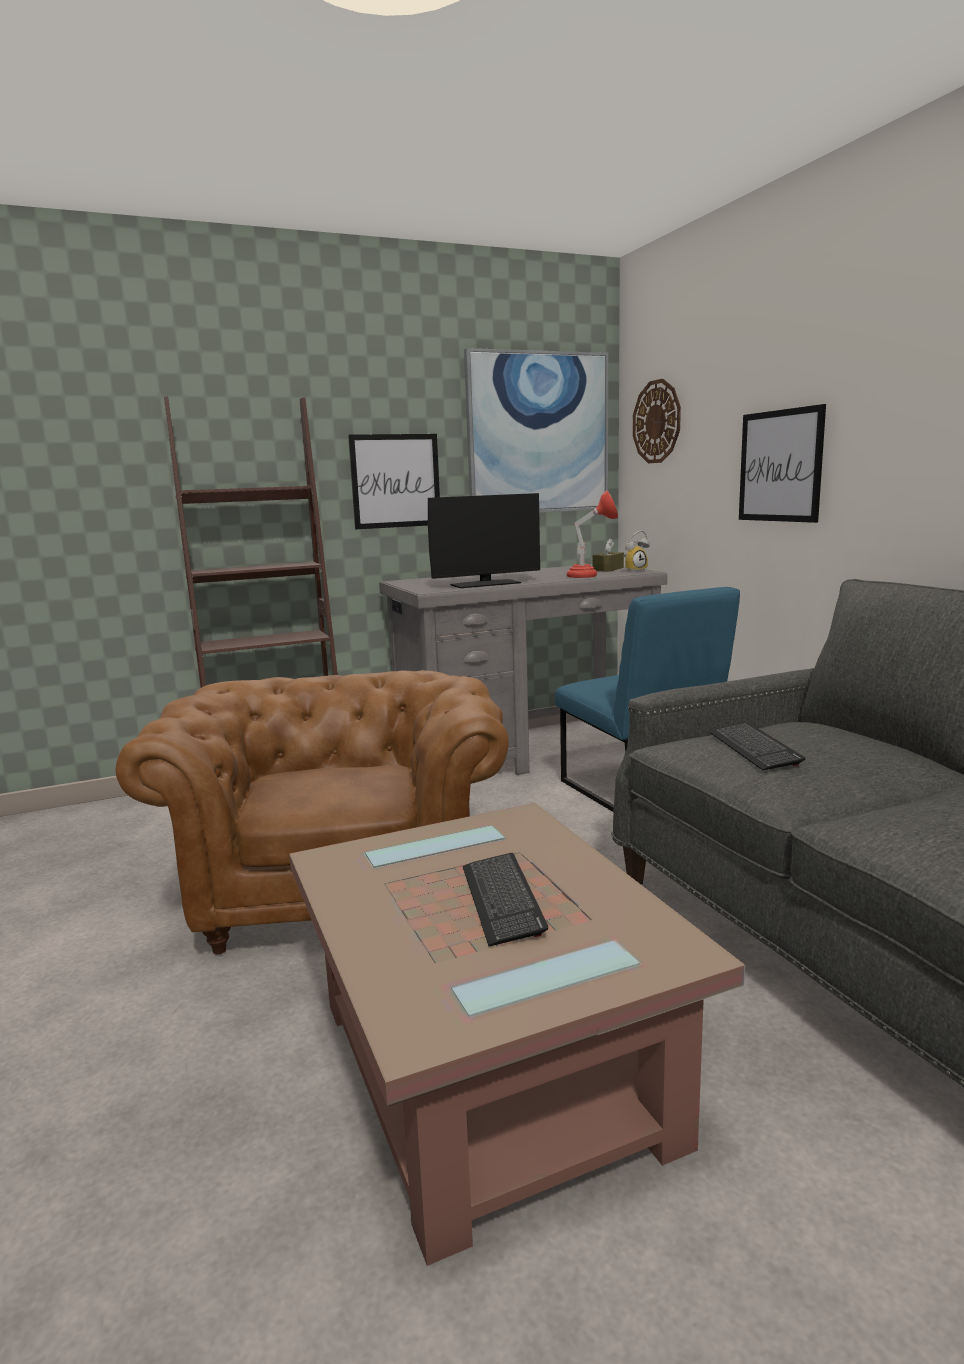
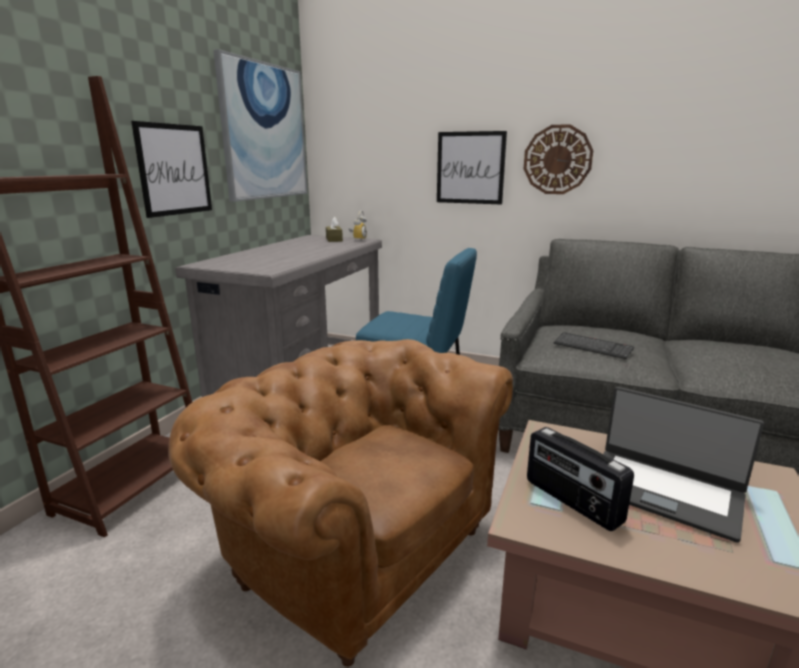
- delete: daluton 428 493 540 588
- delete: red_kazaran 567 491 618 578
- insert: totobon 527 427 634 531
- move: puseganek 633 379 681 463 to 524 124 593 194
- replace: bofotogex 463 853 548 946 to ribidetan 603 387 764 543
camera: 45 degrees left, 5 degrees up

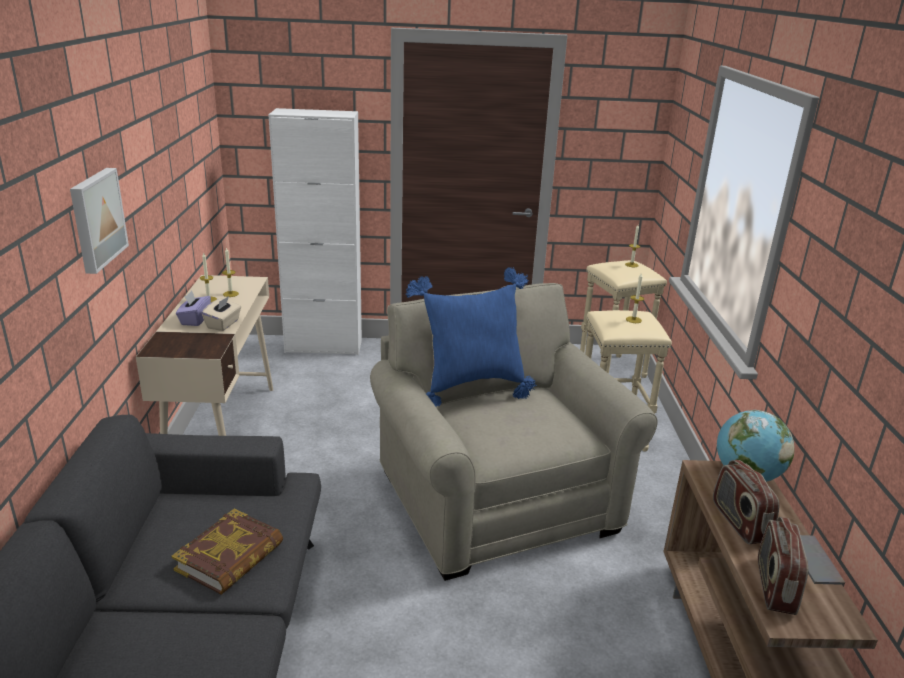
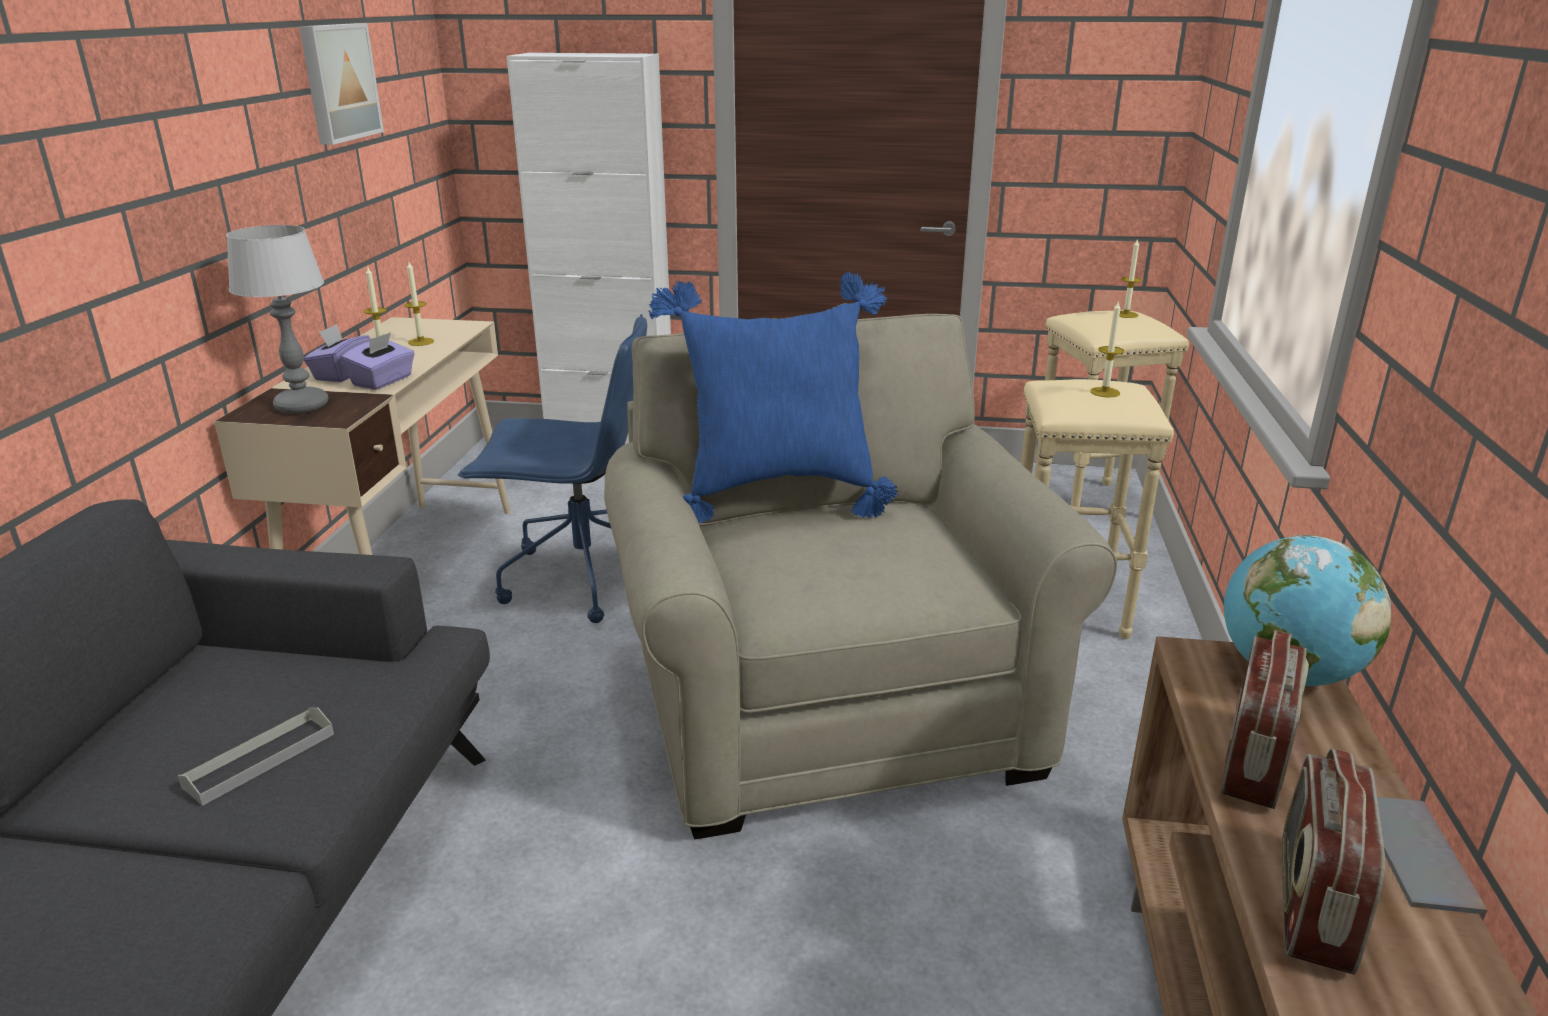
- insert: kazaran 226 225 329 414
- insert: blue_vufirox 458 314 647 623
- move: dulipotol 70 168 129 274 to 299 23 384 145
- replace: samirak 171 509 283 595 to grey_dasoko 177 708 334 806
- recolor: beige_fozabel 202 296 241 331 to purple_fozabel 341 332 415 390
- rotate: totobon 713 460 780 544 = 1220 630 1309 809 150 degrees counterclockwise
camera: 10 degrees right, 0 degrees up

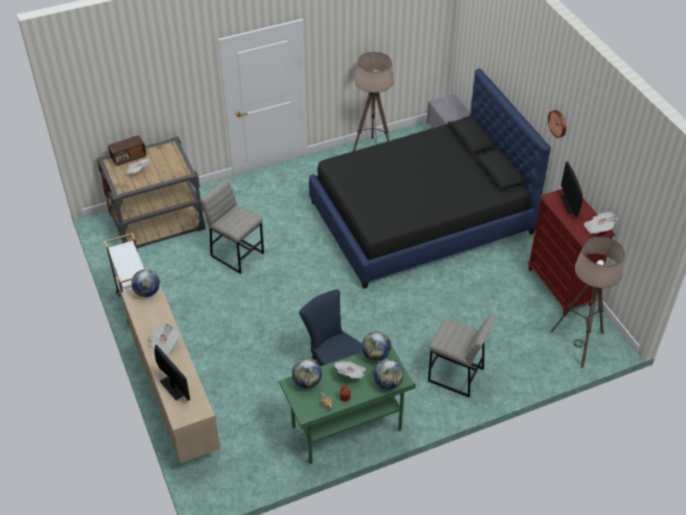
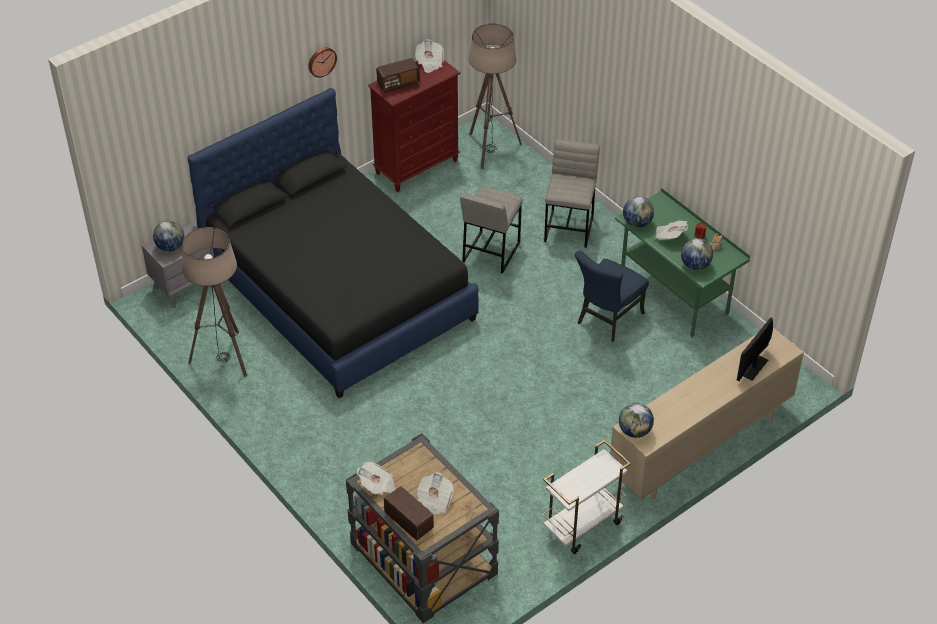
- move: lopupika 150 323 179 357 to 357 462 396 495
- move: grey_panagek 200 180 264 274 to 460 187 523 274
- move: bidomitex 373 359 404 389 to 153 221 184 252
- replace: daluton 560 161 583 217 to totobon 376 58 420 92
camera: 105 degrees left, 0 degrees up

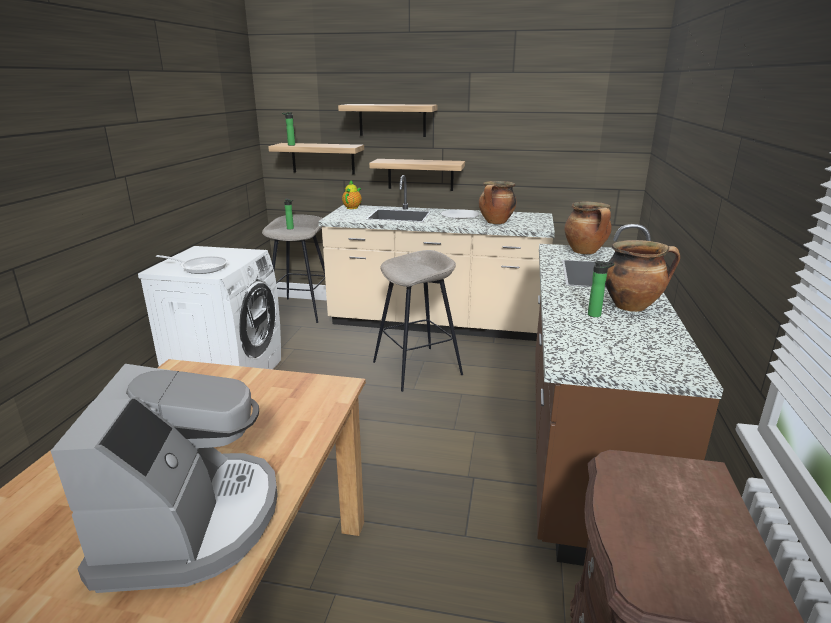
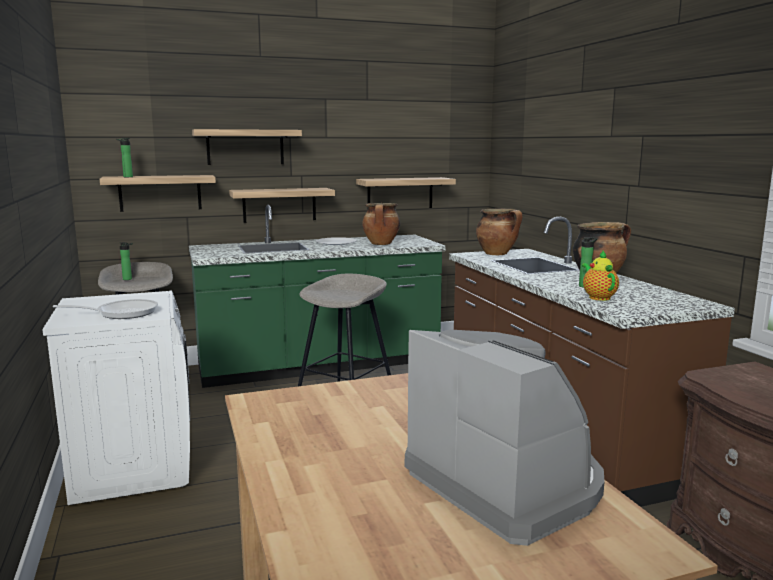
- insert: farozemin 356 177 456 208
- move: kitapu 342 180 362 209 to 582 251 619 301
- recolor: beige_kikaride 318 175 555 341 to green_kikaride 189 205 446 388
camera: 30 degrees left, 10 degrees down

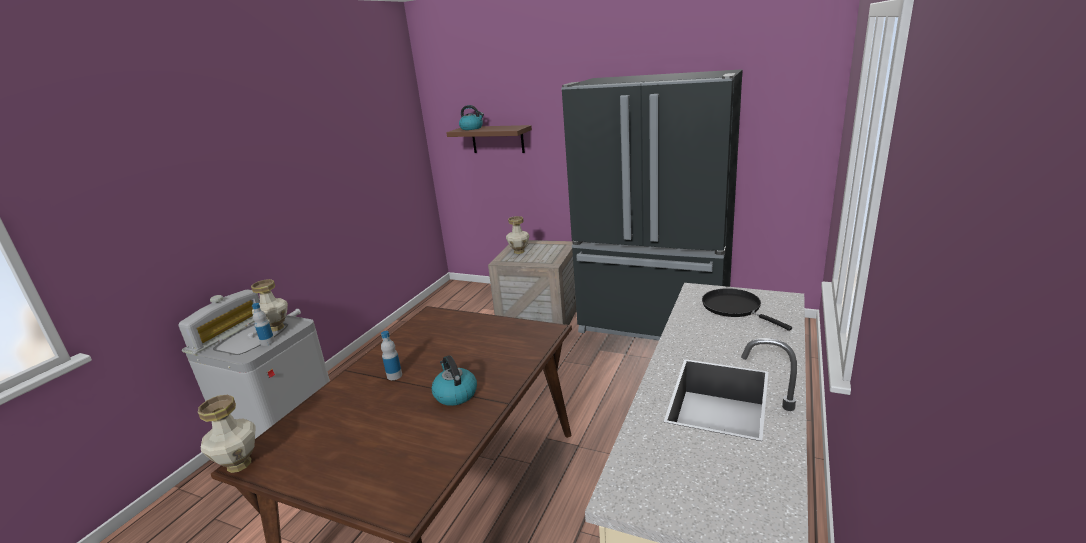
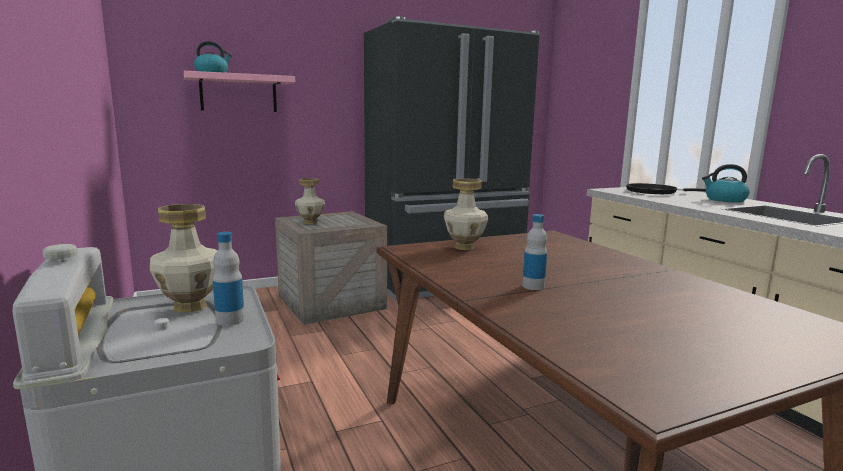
- move: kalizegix 198 394 256 473 to 444 178 488 250
- move: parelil 431 355 477 406 to 702 164 750 203
- recolor: brown_farozemin 446 125 532 153 to pink_farozemin 184 71 295 112
camera: 50 degrees left, 10 degrees down

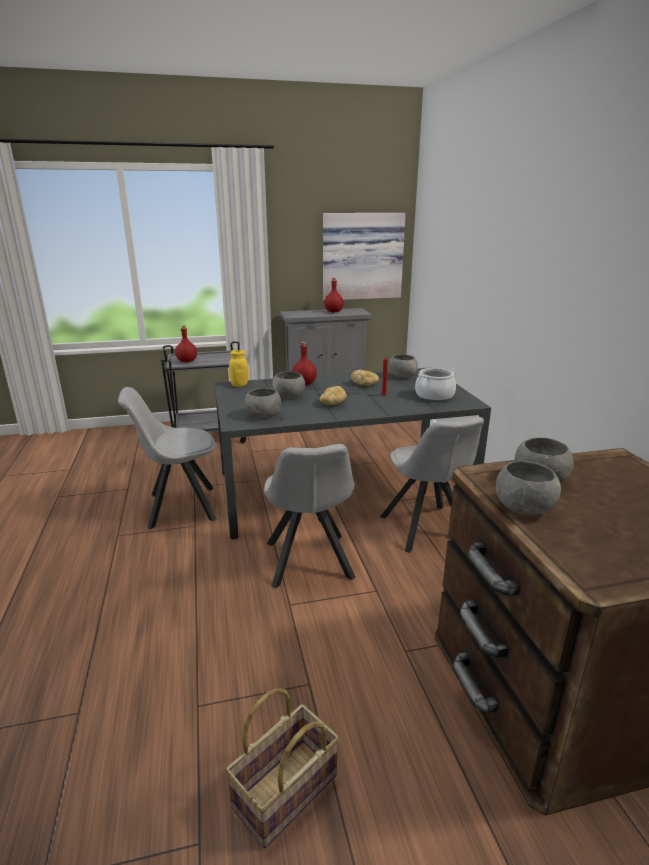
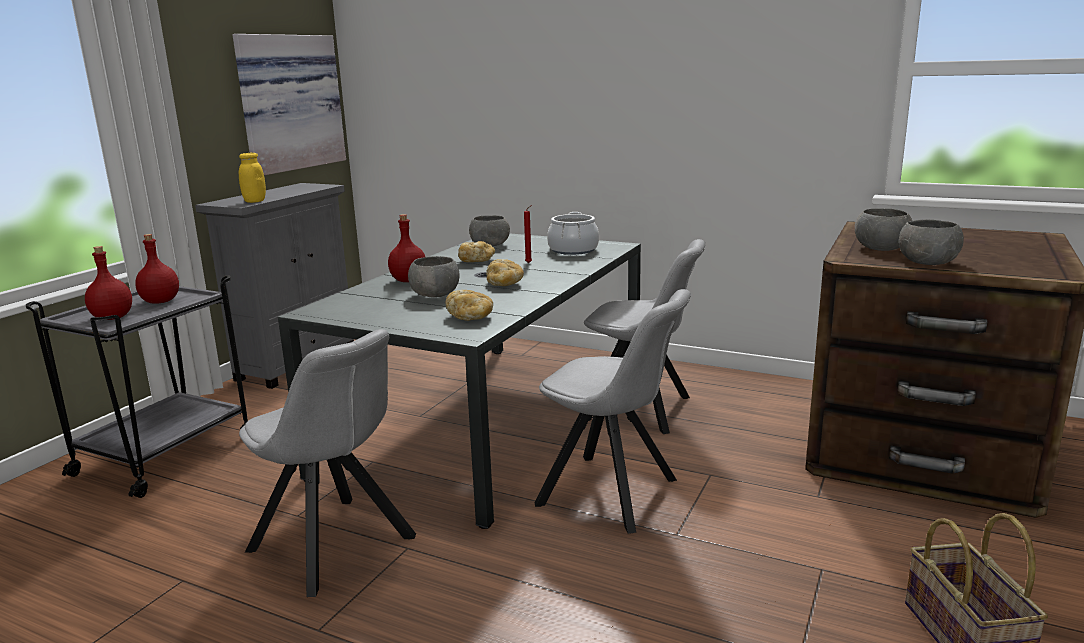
- move: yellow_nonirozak 229 350 249 387 to 239 153 266 203
- move: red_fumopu 324 278 344 312 to 135 234 179 304
- replace: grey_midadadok 245 388 281 418 to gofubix 446 290 493 321
- rotate: grey_panagek 118 387 217 529 = 239 329 416 597 75 degrees counterclockwise
camera: 50 degrees left, 5 degrees down

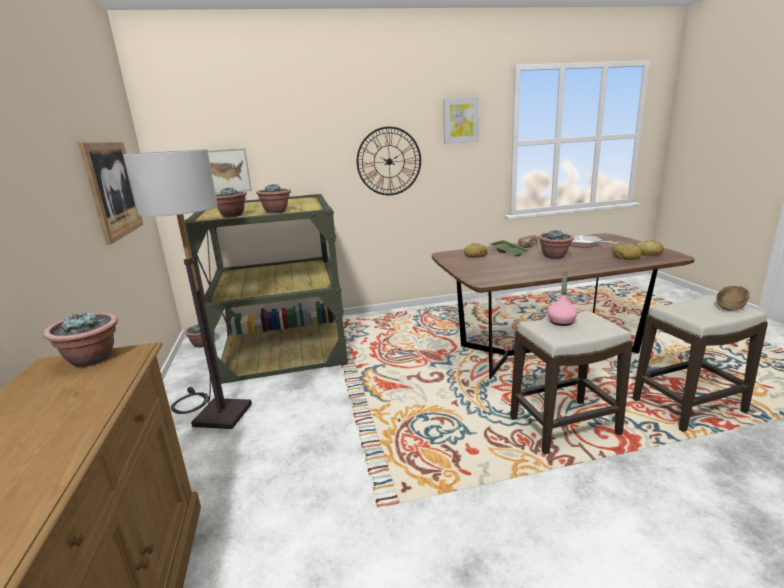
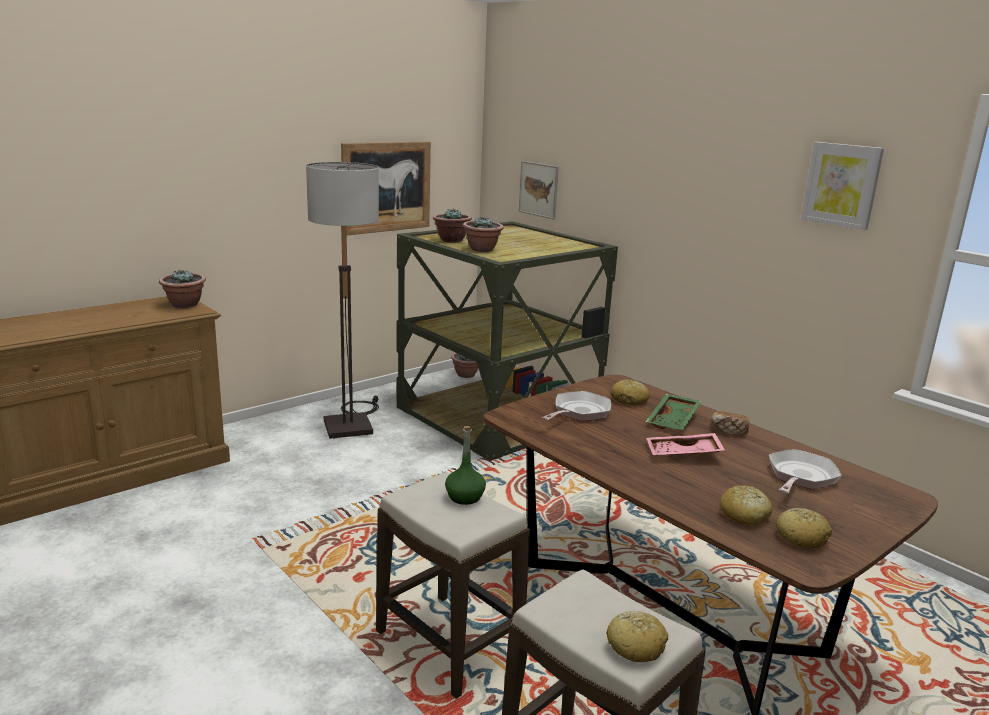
- delete: puseganek 357 127 421 195
- insert: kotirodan 542 391 611 421
- replace: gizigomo 538 229 574 259 to pink_dasoko 646 433 725 456
- replace: brown_midadadok 716 286 750 311 to gofubix 606 611 668 662
- recolor: pink_fumopu 547 269 578 326 to green_fumopu 445 426 486 505
camera: 60 degrees right, 0 degrees up

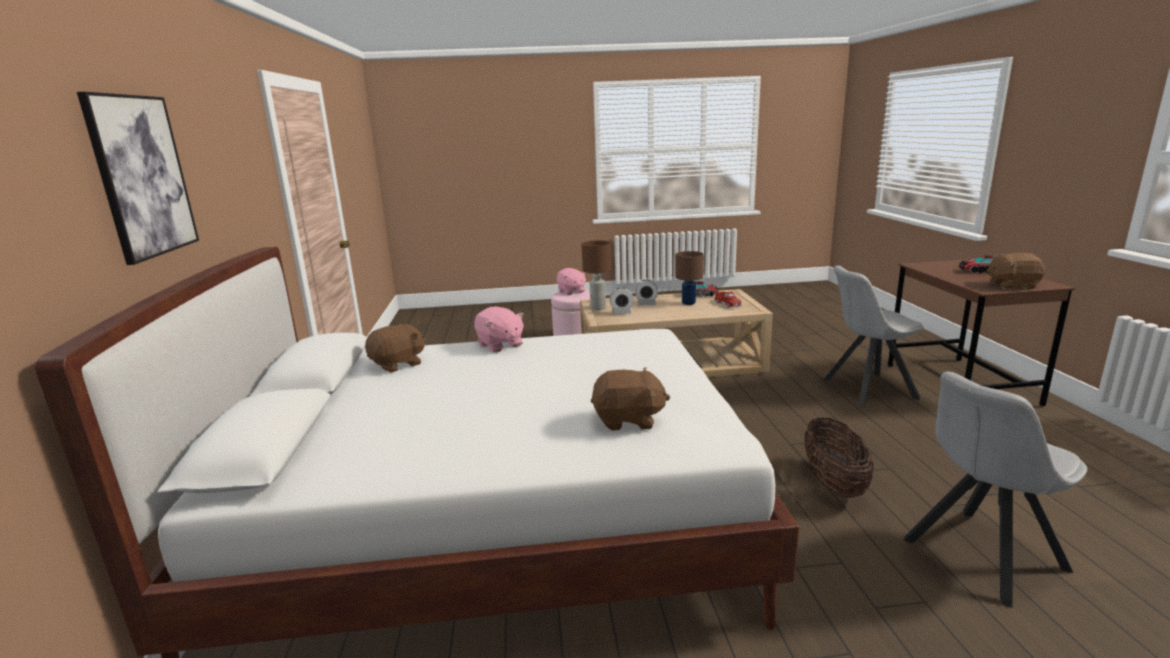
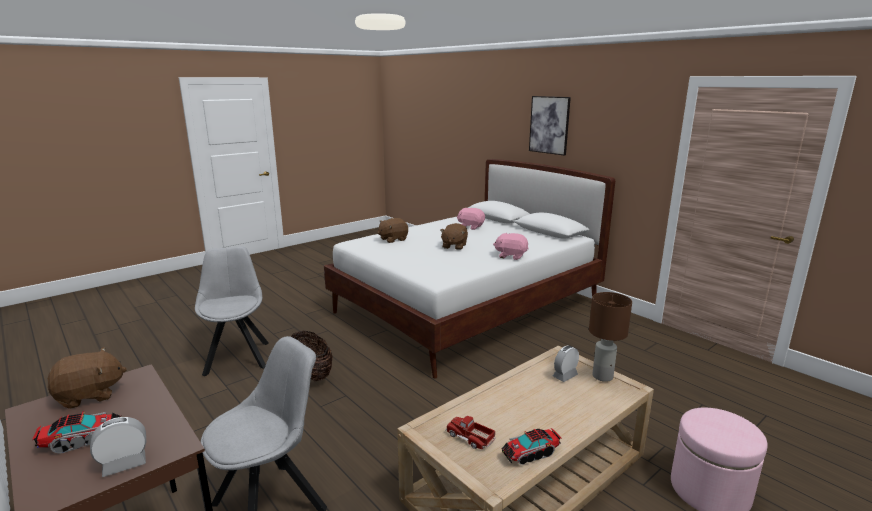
- delete: brown_kazaran 675 251 703 305
- move: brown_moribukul 365 324 426 372 to 440 223 468 250
- move: pink_moribukul 557 268 587 295 to 457 208 485 230
- move: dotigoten 635 280 658 305 to 90 417 146 477
- rotate: grey_panagek 904 372 1087 608 = 195 246 269 376 45 degrees counterclockwise
camera: 145 degrees right, 0 degrees up

